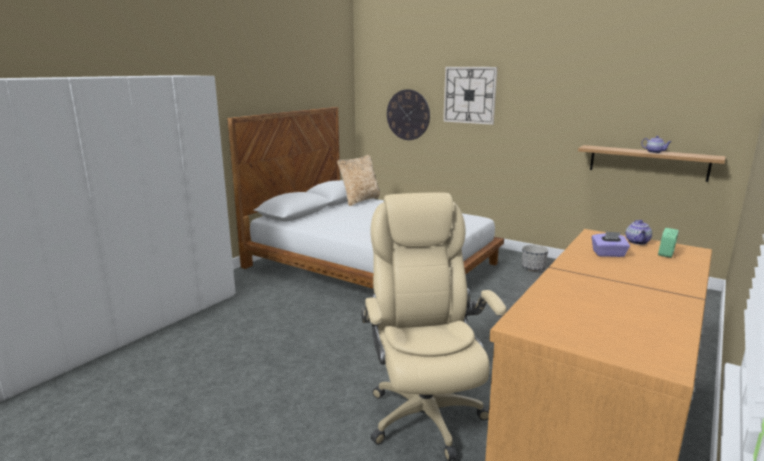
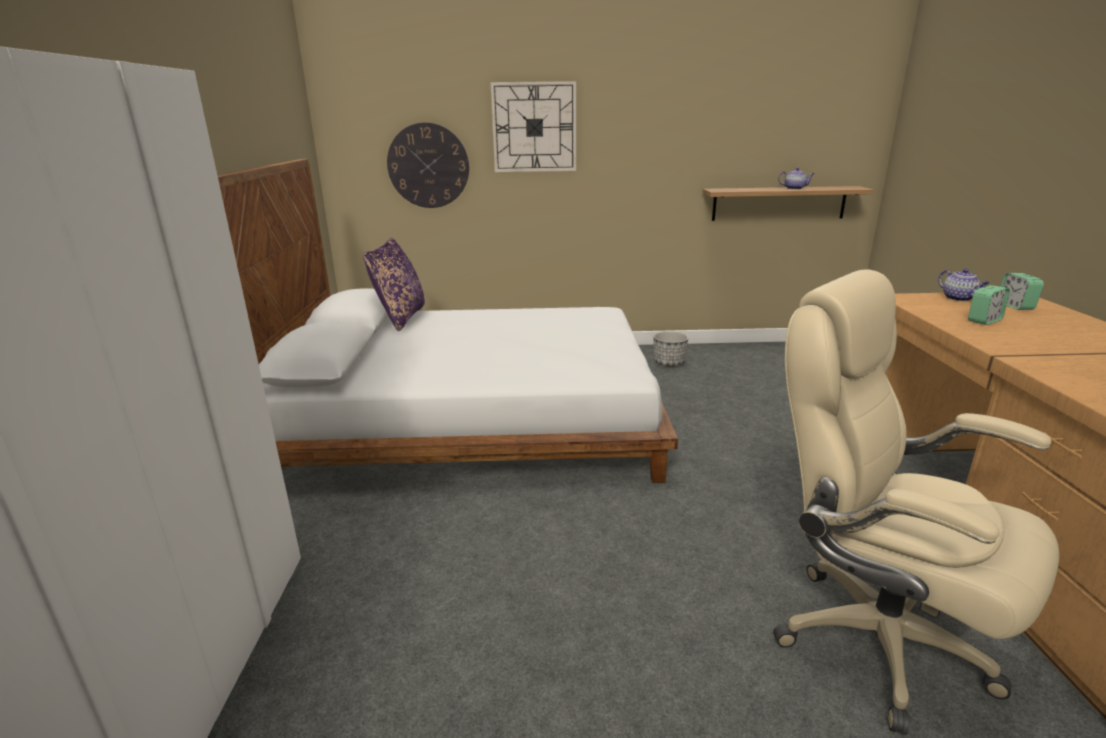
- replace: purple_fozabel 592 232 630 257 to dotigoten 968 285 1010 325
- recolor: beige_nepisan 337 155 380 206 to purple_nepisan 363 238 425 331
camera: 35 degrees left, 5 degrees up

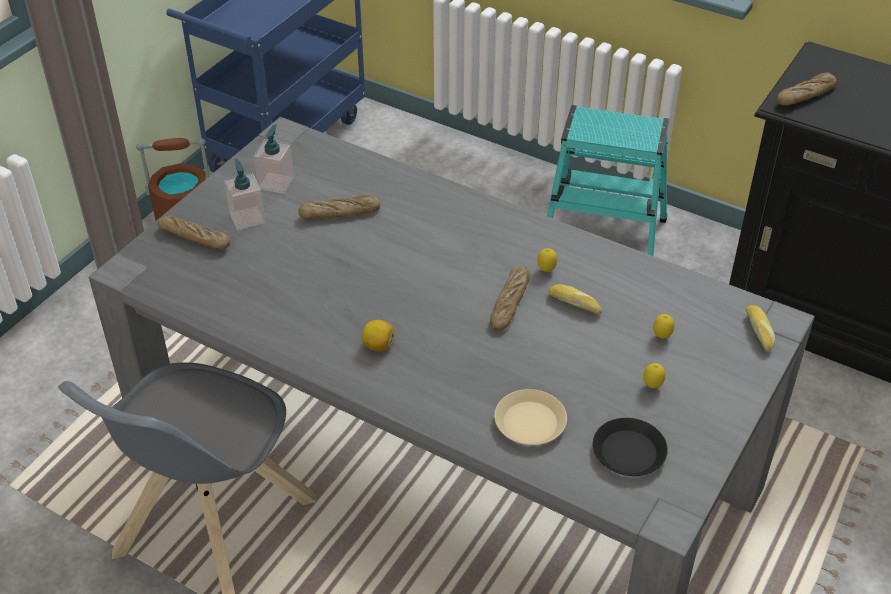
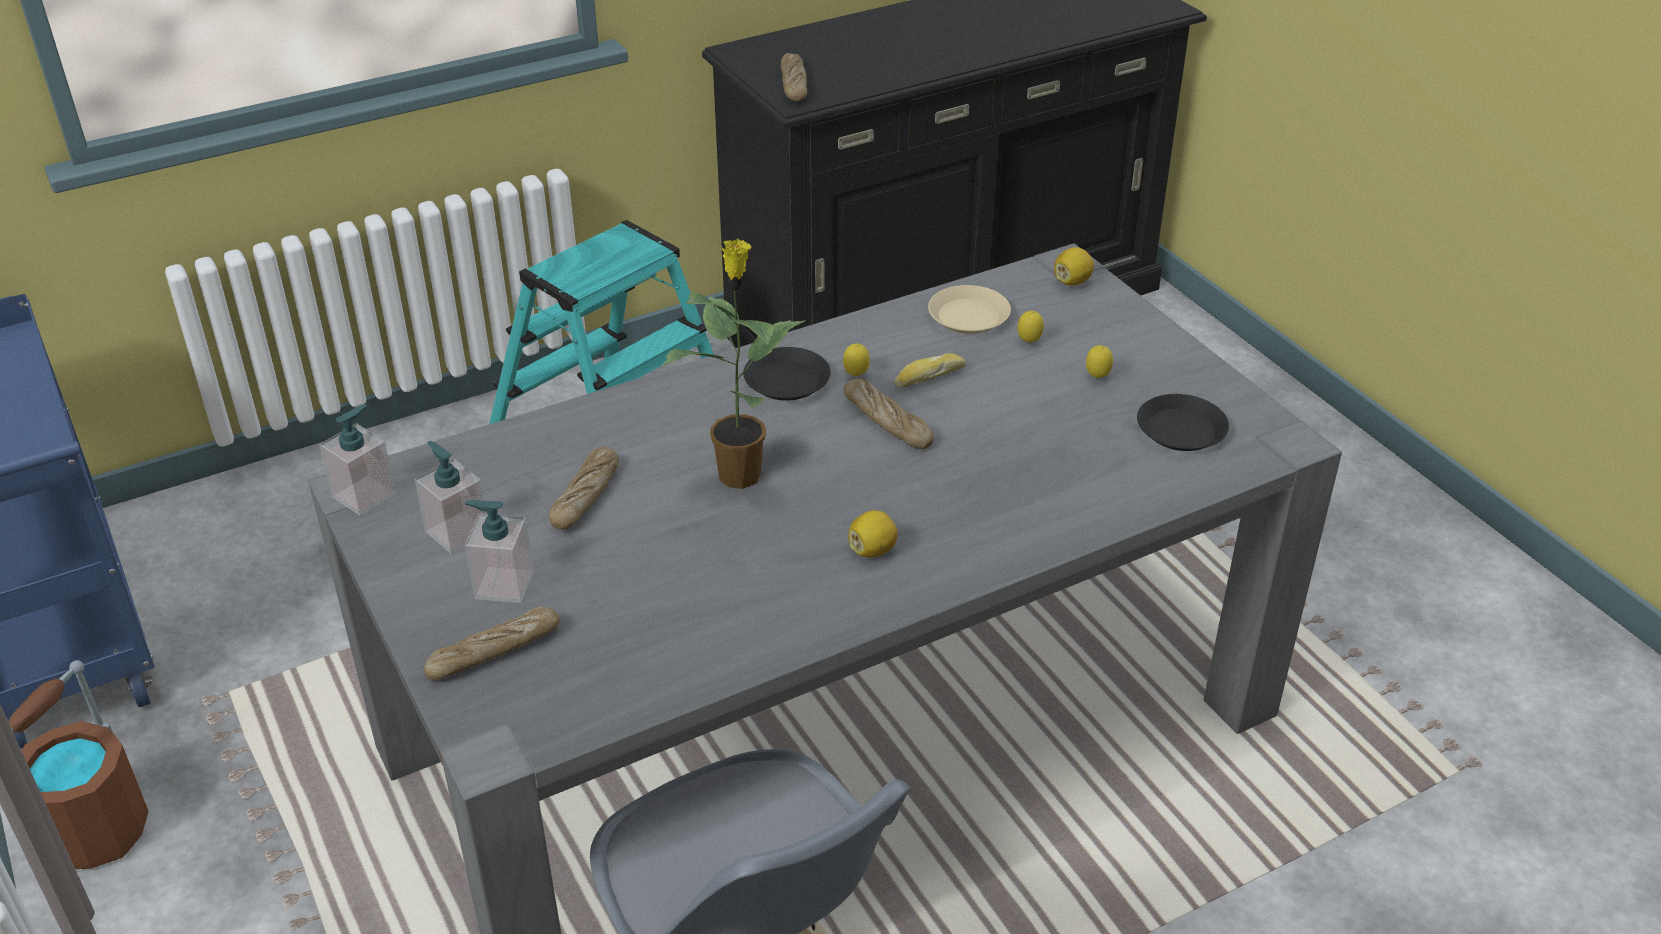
- insert: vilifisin 319 404 396 516
- insert: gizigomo 662 239 806 489
- insert: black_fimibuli 743 347 831 401
- move: beige_fimibuli 494 389 567 445 to 928 285 1011 334
- replace: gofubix 746 305 775 352 to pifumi 1054 247 1094 286
camera: 60 degrees left, 5 degrees down

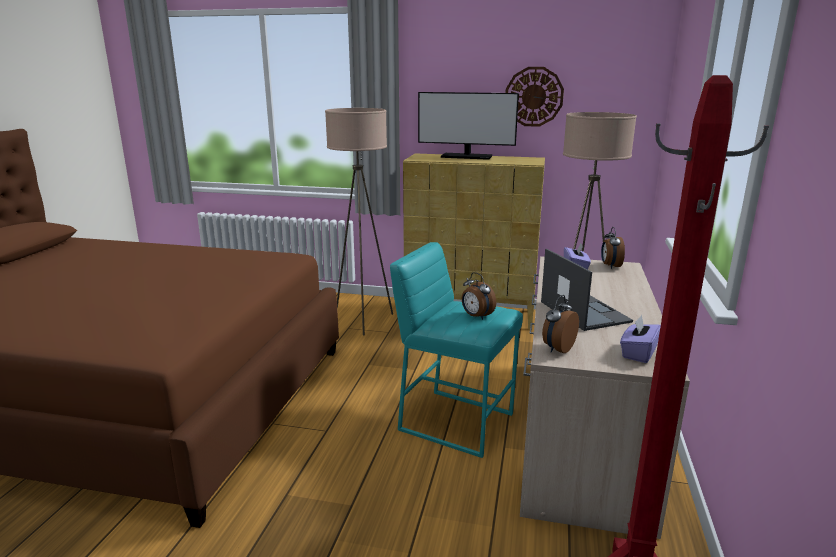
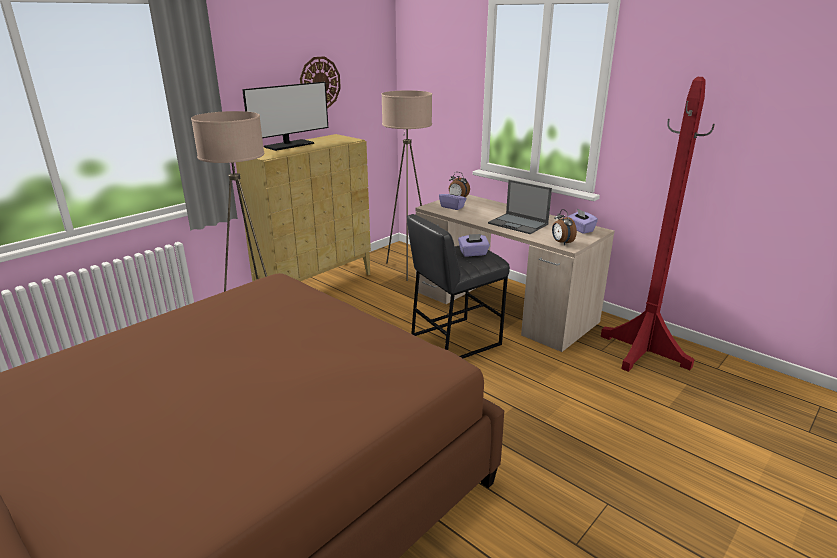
- replace: dotigoten 462 272 496 320 to purple_fozabel 458 234 490 257
- recolor: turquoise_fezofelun 390 242 523 458 to grey_fezofelun 407 214 510 358
- rotate: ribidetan 541 249 633 331 = 488 180 552 234 150 degrees counterclockwise
camera: 60 degrees left, 5 degrees up

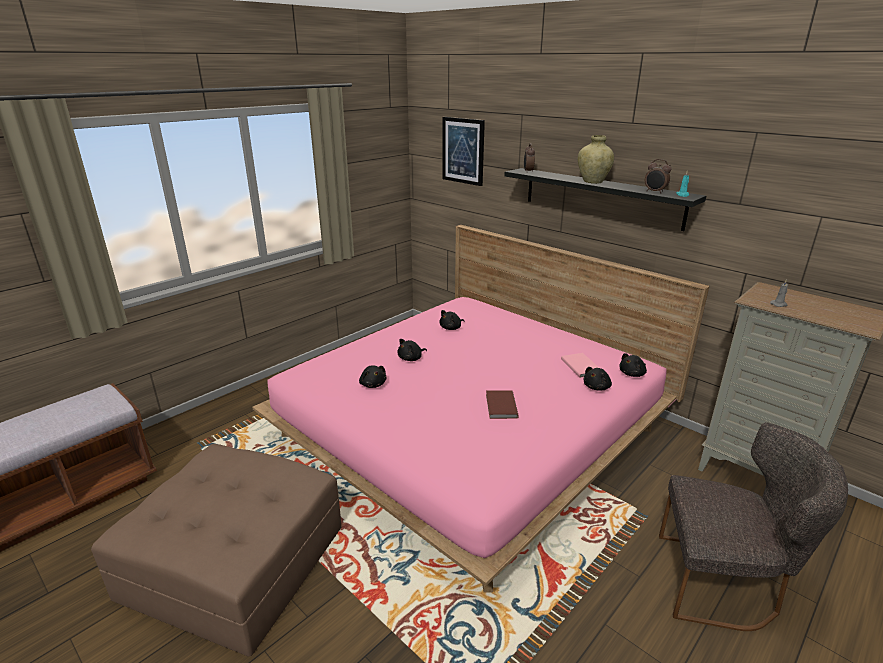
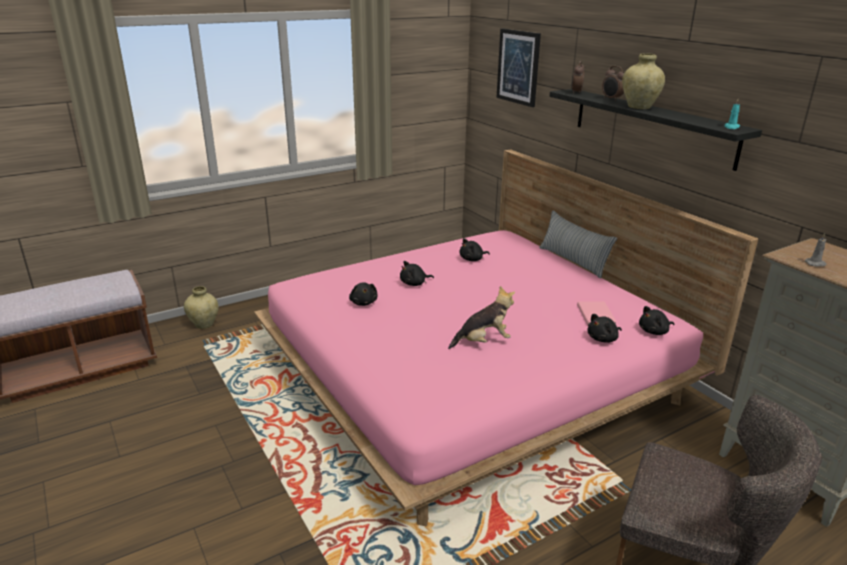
- delete: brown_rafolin 91 444 342 656
- insert: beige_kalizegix 184 286 219 329
- insert: nepisan 539 211 617 279
- move: dotigoten 645 159 671 194 to 602 66 624 101
- replace: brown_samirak 486 390 519 419 to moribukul 448 286 515 349
camera: 15 degrees right, 0 degrees up

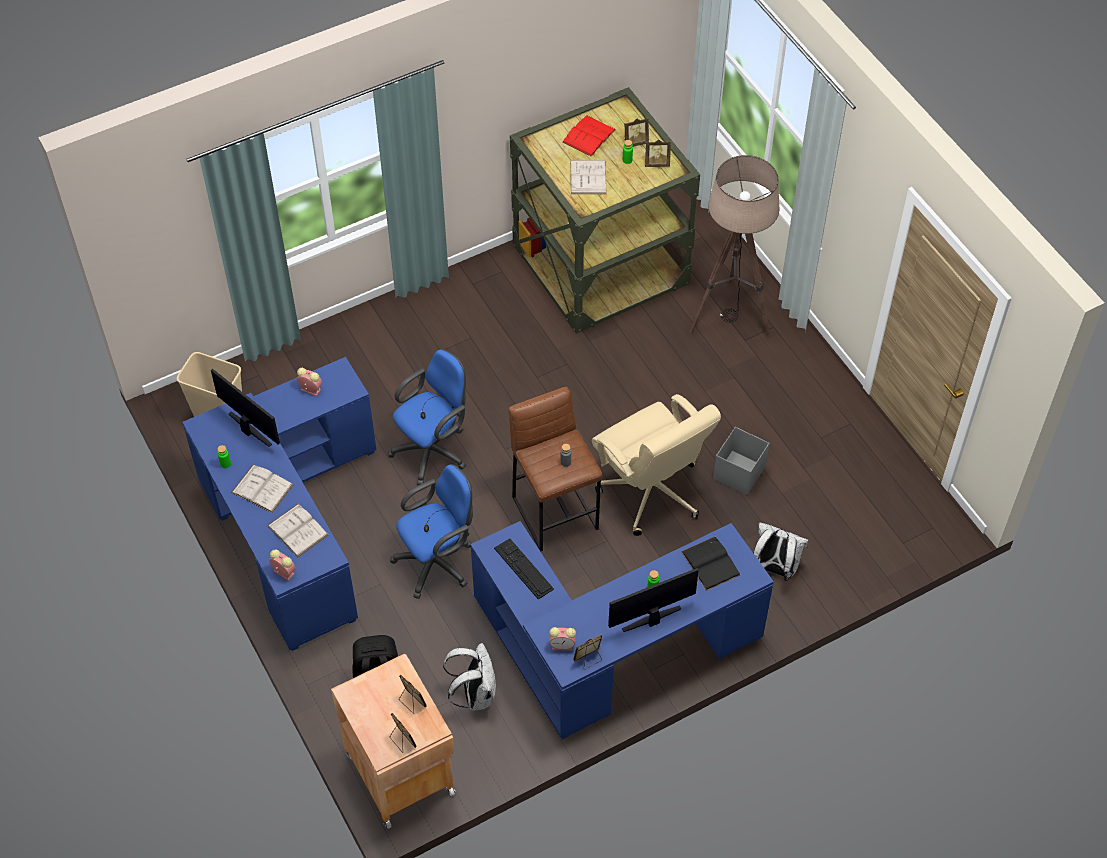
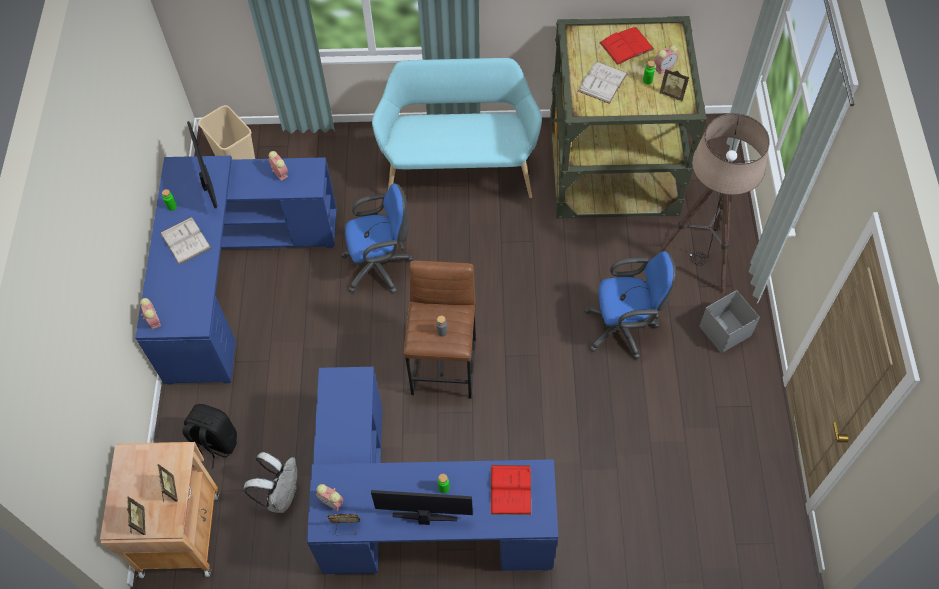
- delete: white_samirak 267 504 328 557
- delete: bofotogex 494 538 554 600
- delete: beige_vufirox 592 394 721 536
- delete: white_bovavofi 753 523 809 581
- insert: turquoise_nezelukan 372 58 542 198
- move: blue_vufirox 390 464 473 599 to 584 251 676 360
- move: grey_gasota 713 427 770 495 to 699 290 760 353
- replace: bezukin 625 119 649 147 to dotigoten 654 45 678 74
- recolor: black_samirak 681 536 740 591 to red_samirak 490 465 531 515
camera: 30 degrees right, 5 degrees up

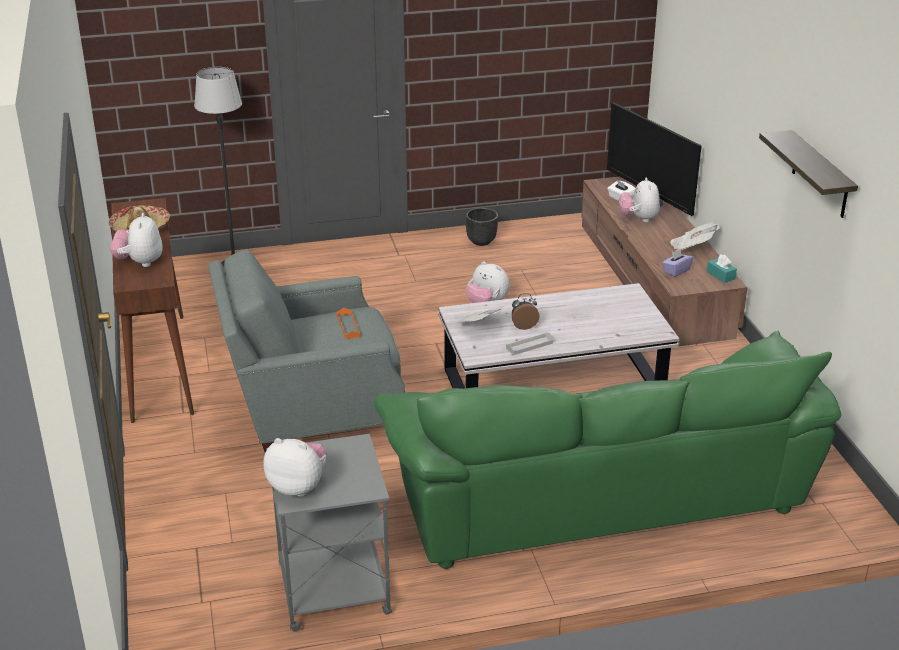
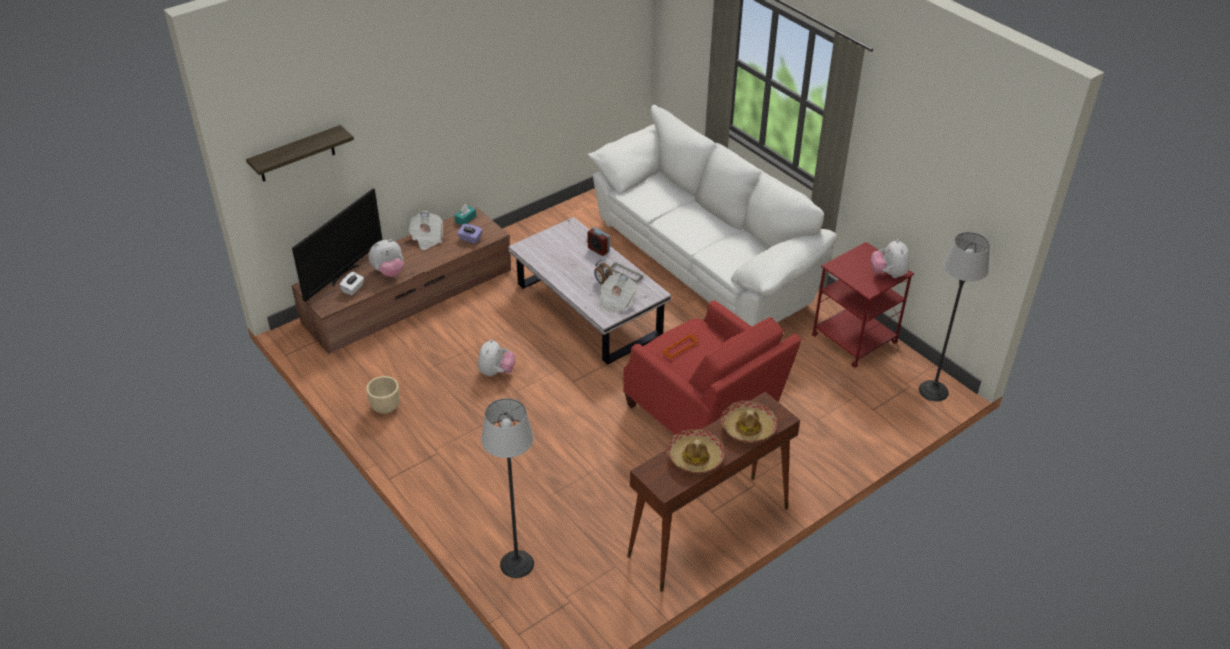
- insert: dotigoten 588 227 610 256
- insert: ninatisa 919 232 990 401
- move: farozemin 759 130 858 218 to 246 125 354 182
- replace: moribukul 110 213 162 267 to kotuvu 721 401 777 442
- recolor: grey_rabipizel 208 249 405 453 to red_rabipizel 623 300 801 435
- recolor: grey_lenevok 266 434 392 632 to red_lenevok 812 242 914 368
- recolor: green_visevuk 375 331 841 569 to white_visevuk 587 105 837 326
- recolor: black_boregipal 465 208 498 246 to beige_boregipal 366 376 400 414
camera: 115 degrees left, 10 degrees up

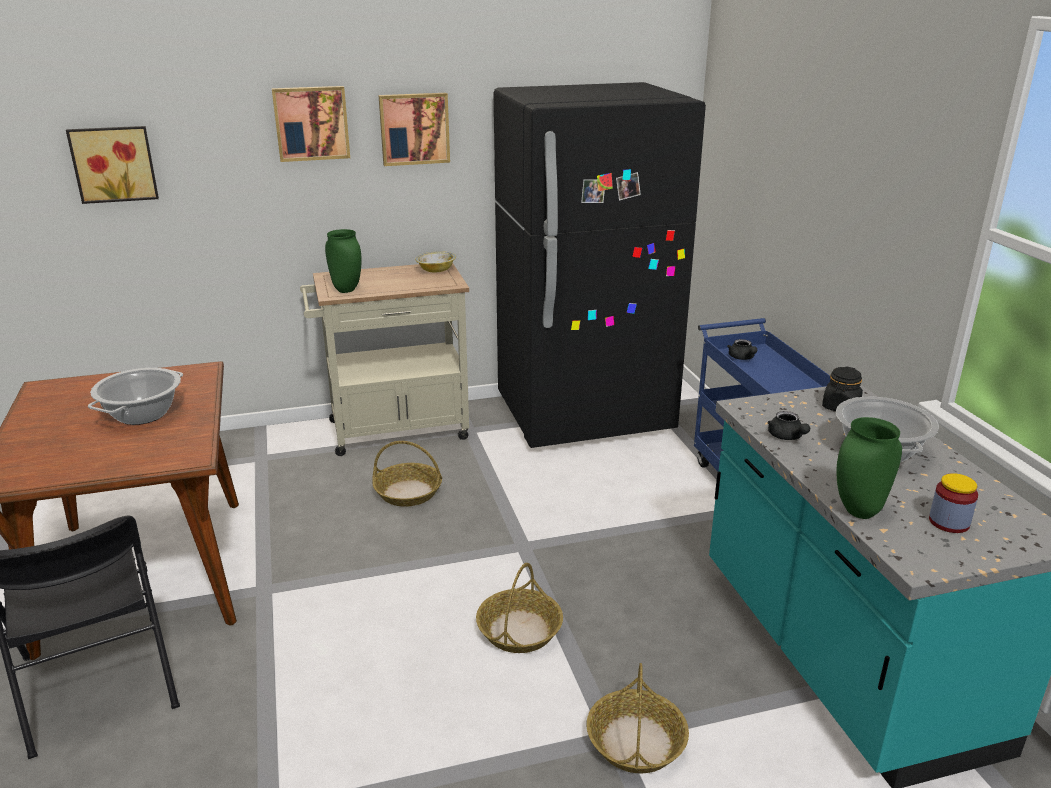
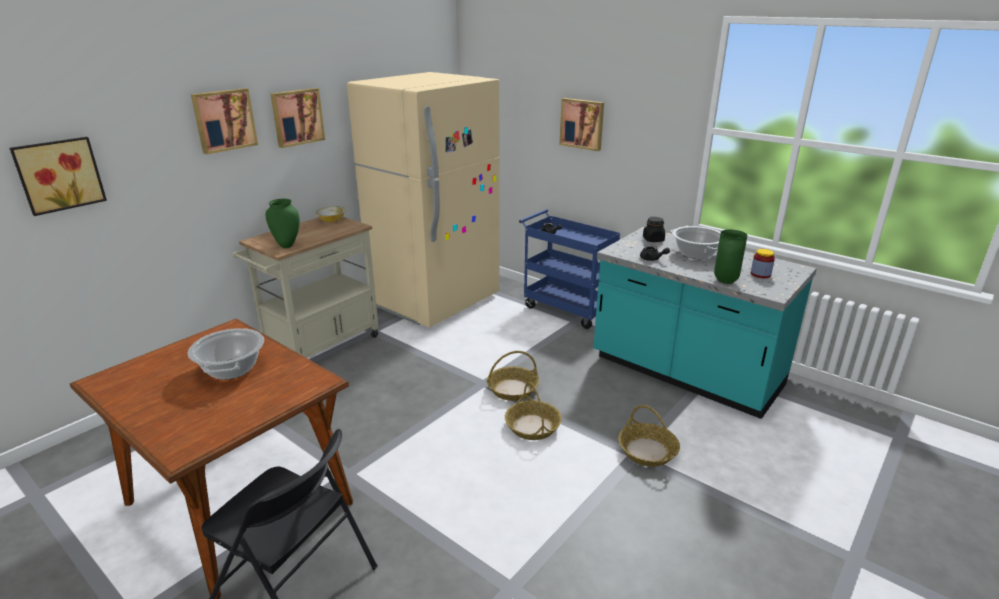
- insert: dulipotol 559 98 604 151
- move: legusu 372 441 442 507 to 487 351 539 401
- recolor: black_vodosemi 494 82 706 448 to beige_vodosemi 347 72 500 328
camera: 35 degrees left, 0 degrees up

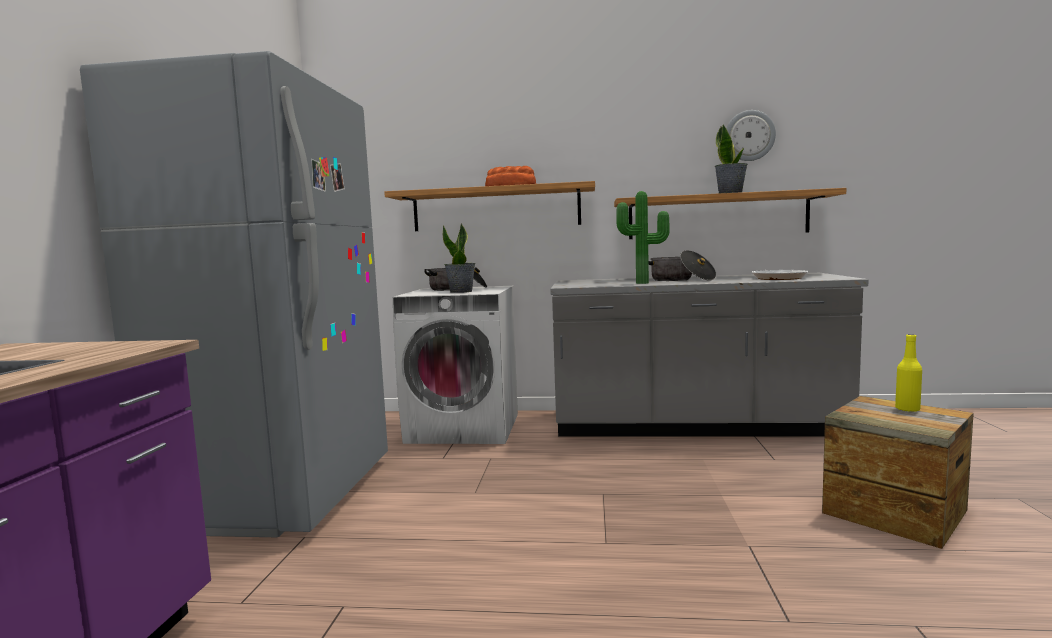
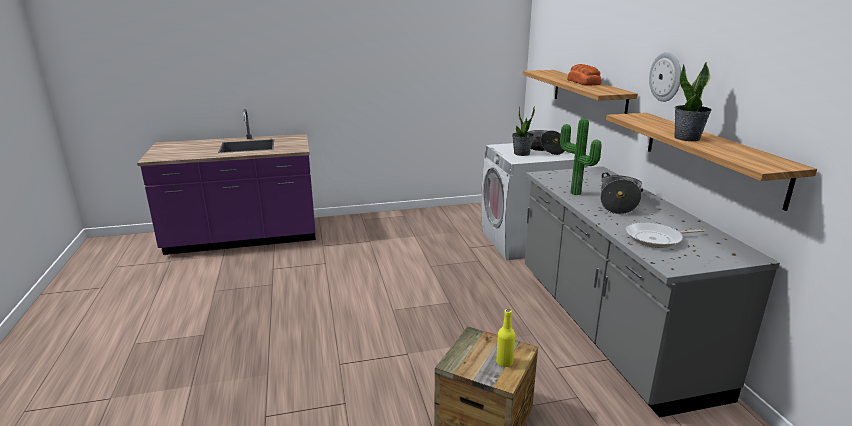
- delete: grey_vodosemi 80 51 388 537
- move: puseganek 726 110 776 161 to 649 52 681 102
camera: 70 degrees right, 15 degrees up

